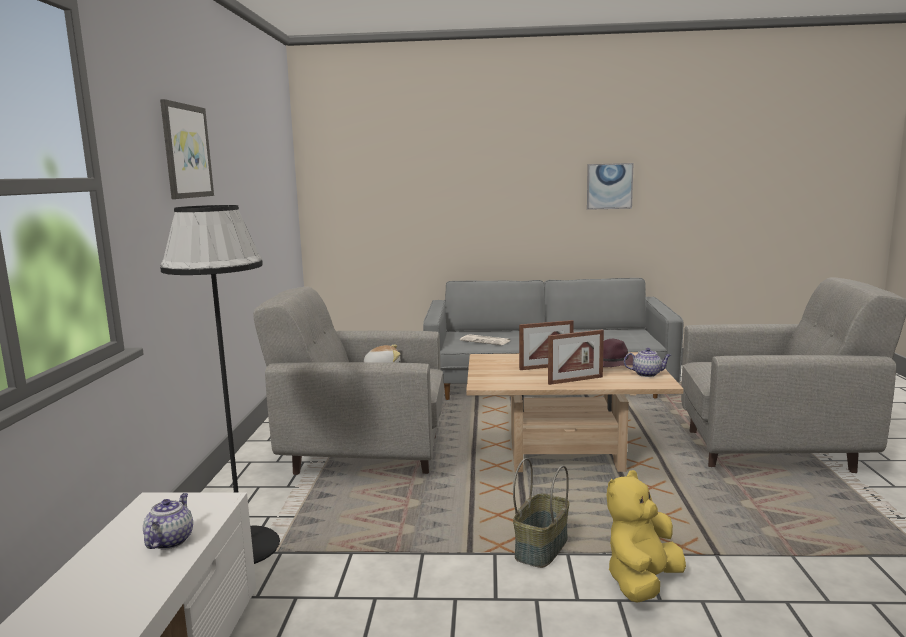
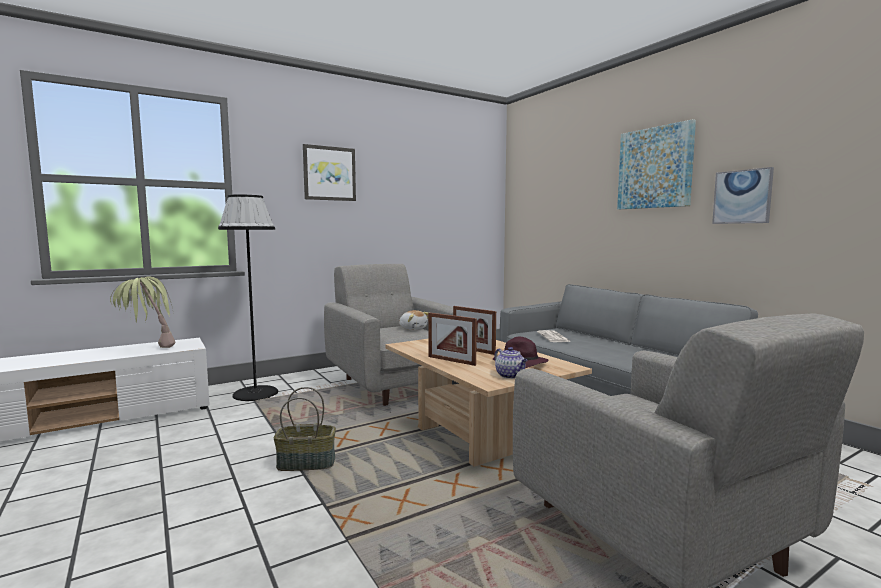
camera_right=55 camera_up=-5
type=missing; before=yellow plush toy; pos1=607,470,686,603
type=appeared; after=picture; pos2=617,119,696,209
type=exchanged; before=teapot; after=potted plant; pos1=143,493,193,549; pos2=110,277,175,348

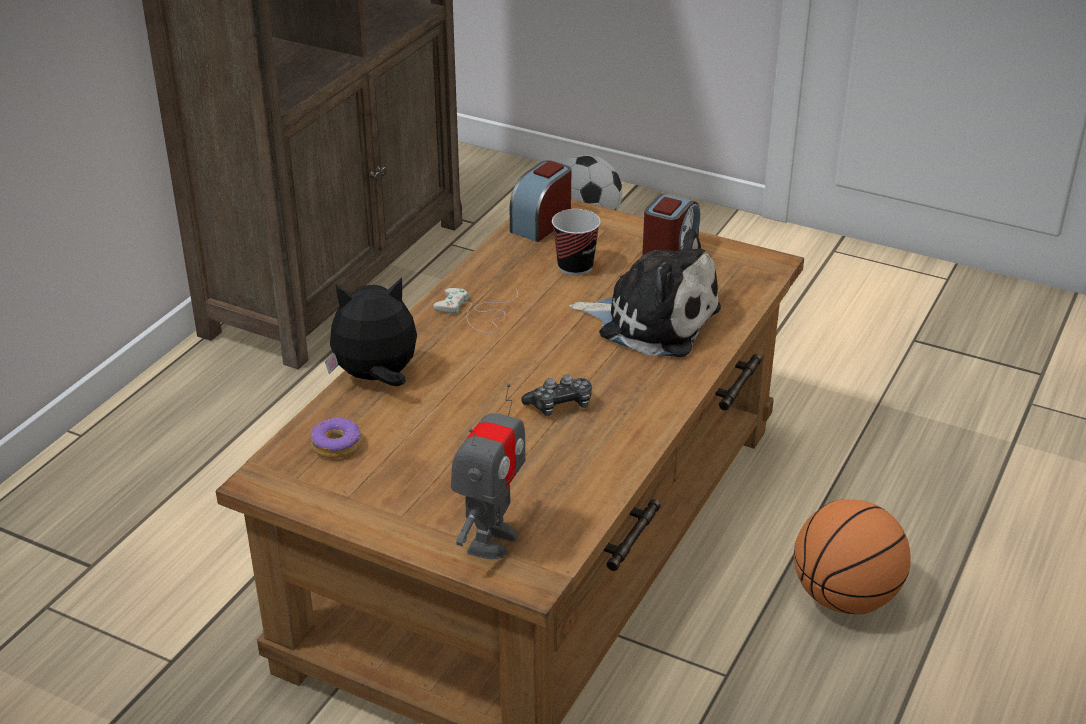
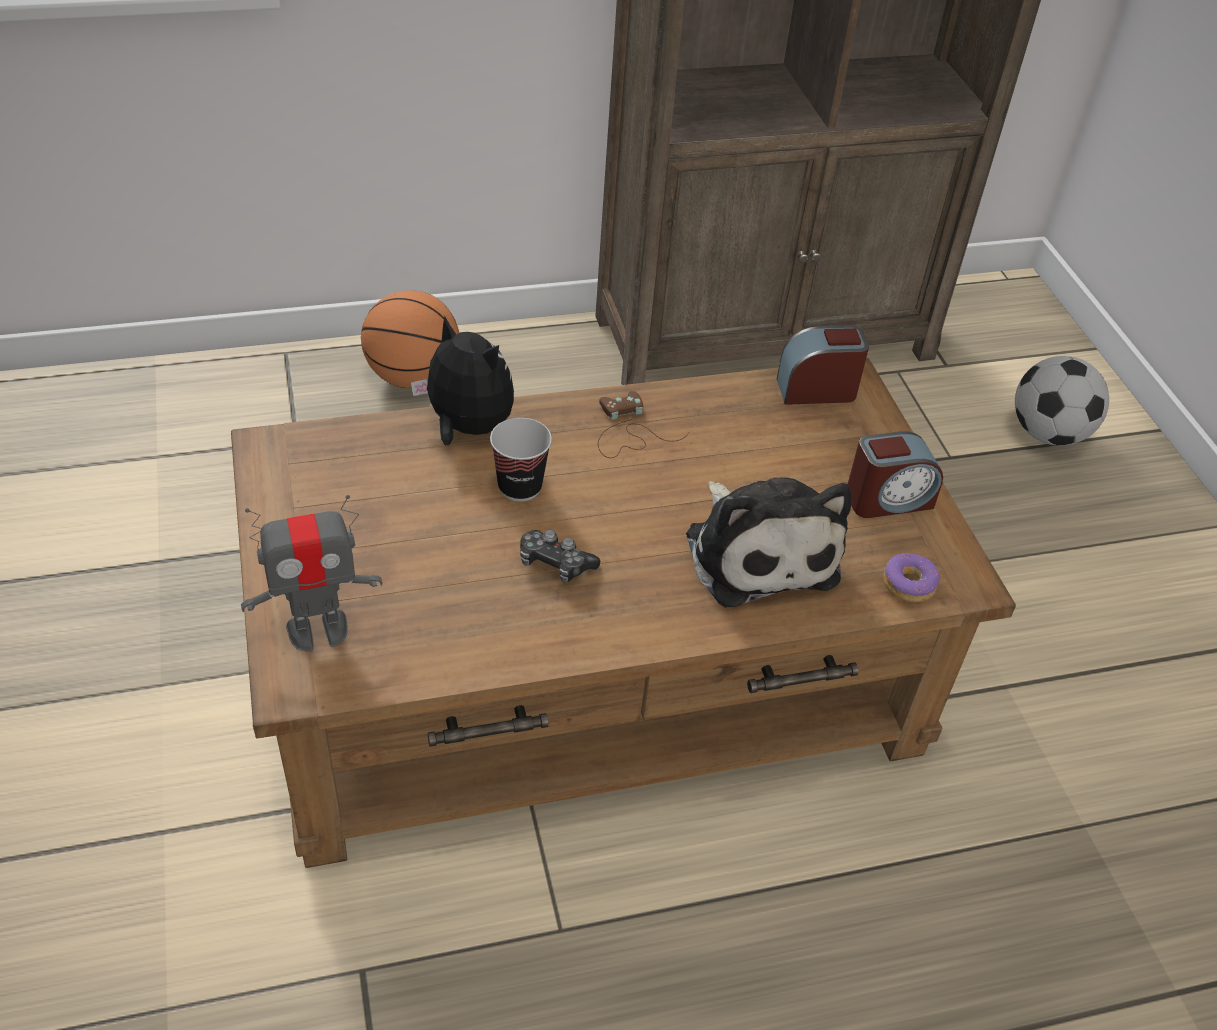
camera_right=45 camera_up=10
type=relocated; before=donut; pos1=311,418,361,458; pos2=884,553,940,602
type=relocated; before=cup; pos1=552,209,601,276; pos2=490,418,552,501
type=relocated; before=basketball; pos1=794,499,911,614; pos2=361,290,459,388
type=colour; before=white game controller; after=brown game controller; pos1=433,288,518,333; pos2=598,391,689,458

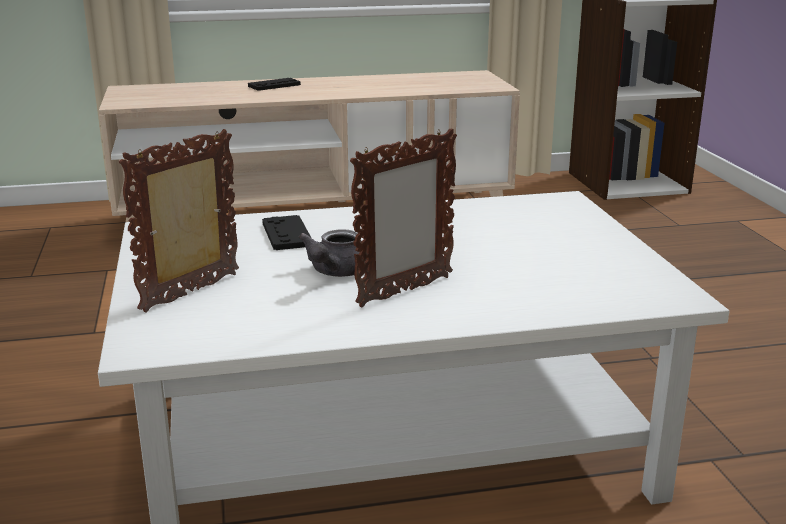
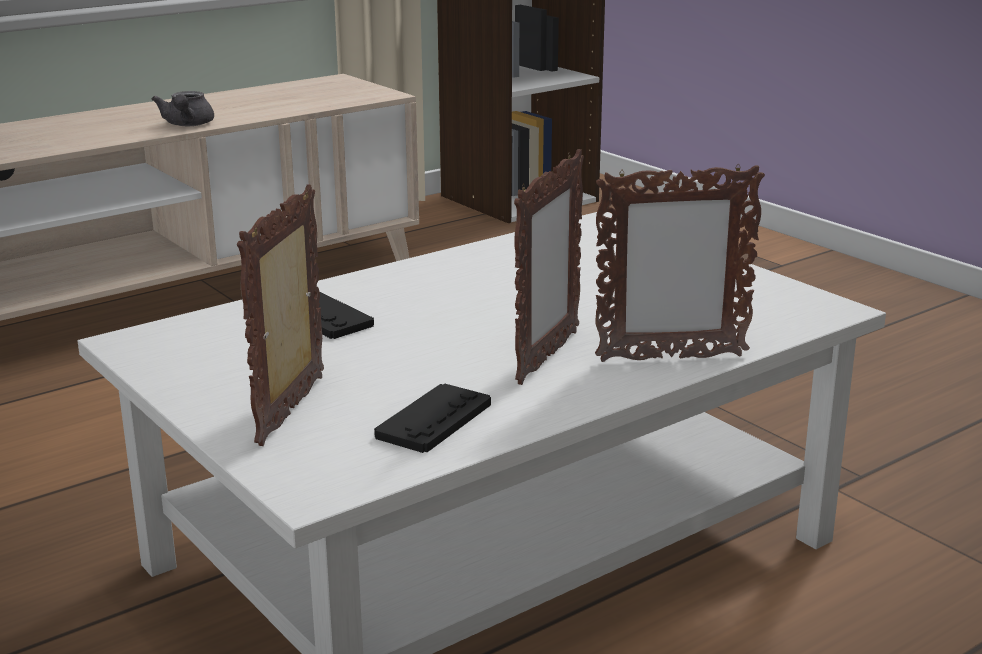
camera_right=-25 camera_up=0
type=appeared; after=picture frame; pos2=595,164,765,362
type=relocated; before=black game controller; pos1=248,78,301,91; pos2=374,383,491,453
type=relocated; before=grey teapot; pos1=299,229,367,277; pos2=152,91,214,126

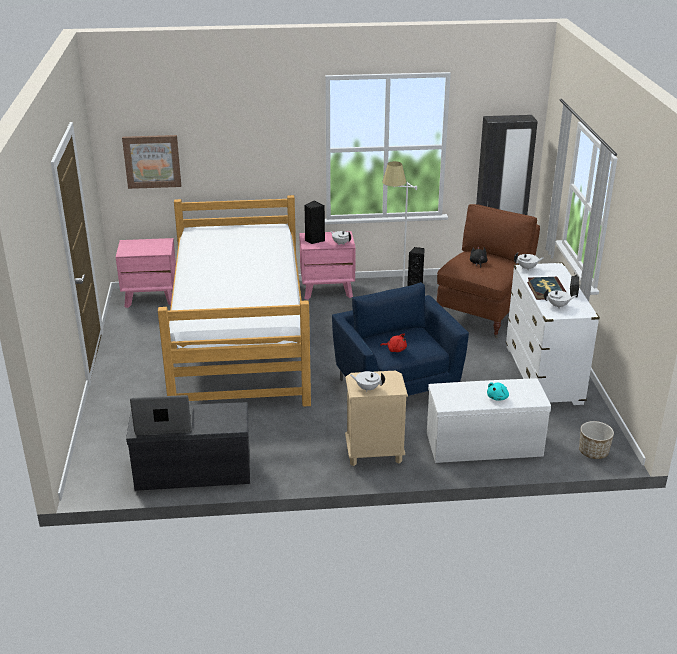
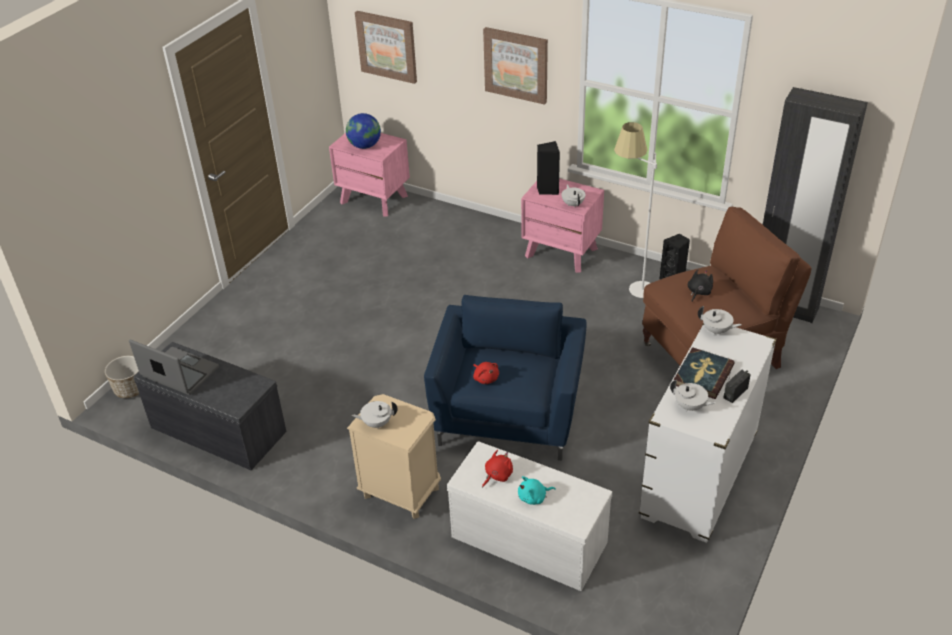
camera_right=35 camera_up=10
type=missing; before=bed; pos1=158,195,311,407
type=appeared; after=globe; pos2=346,113,381,149
type=appeared; after=red plush toy; pos2=482,450,513,487
type=appeared; after=picture; pos2=483,27,548,105
type=relocated; before=planter; pos1=579,421,614,459; pos2=105,356,139,398
type=spun; before=white teapot; pos1=350,371,385,392; pos2=351,401,398,429; turn=-60

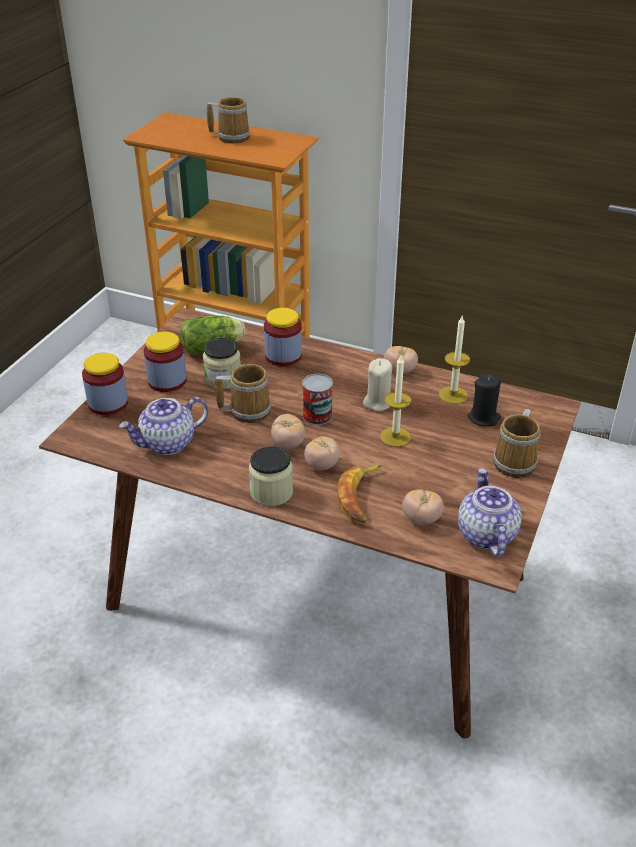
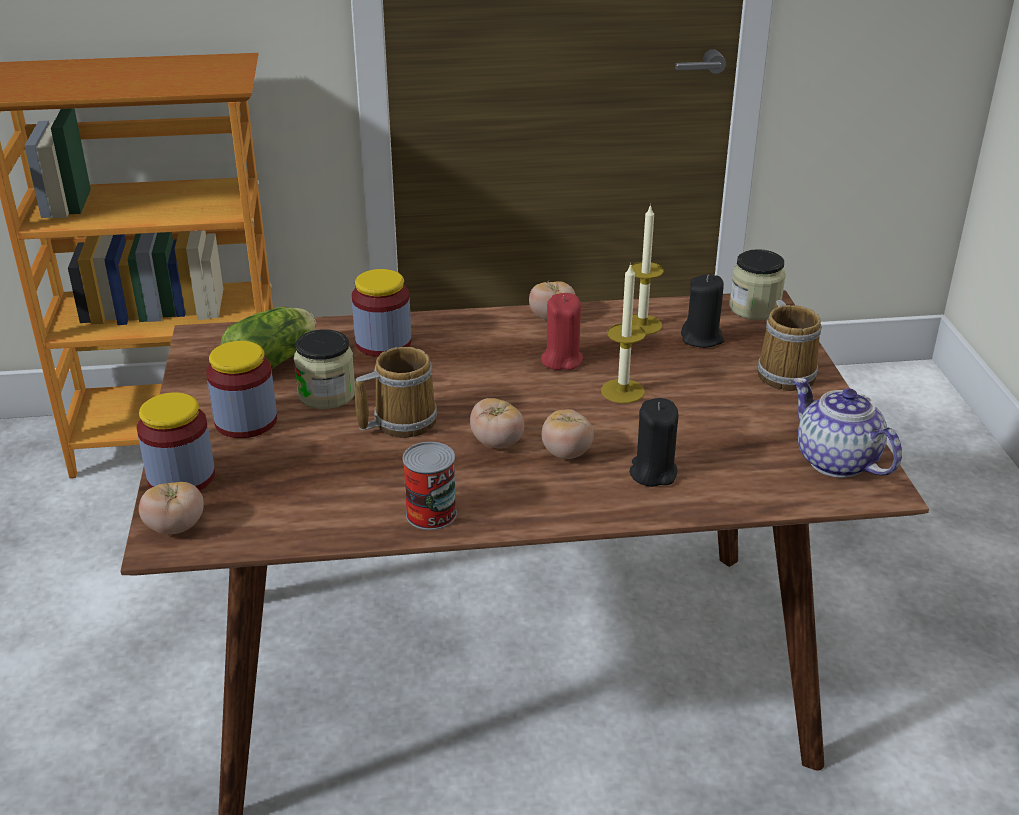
camera_right=-30 camera_up=-5
type=missing; before=teapot; pos1=119,397,208,455
type=missing; before=mug; pos1=207,97,250,144
type=relocated; before=jar; pos1=249,446,293,506; pos2=729,249,786,320
type=relocated; before=can; pos1=302,374,333,425; pos2=403,442,457,530
type=relocated; before=tomato; pos1=402,489,444,525; pos2=139,482,204,534
type=exchanged; before=banana; after=black candle; pos1=338,464,383,523; pos2=630,398,678,487
type=colour; before=beige candle; after=red candle; pos1=363,358,392,411; pos2=541,293,583,370

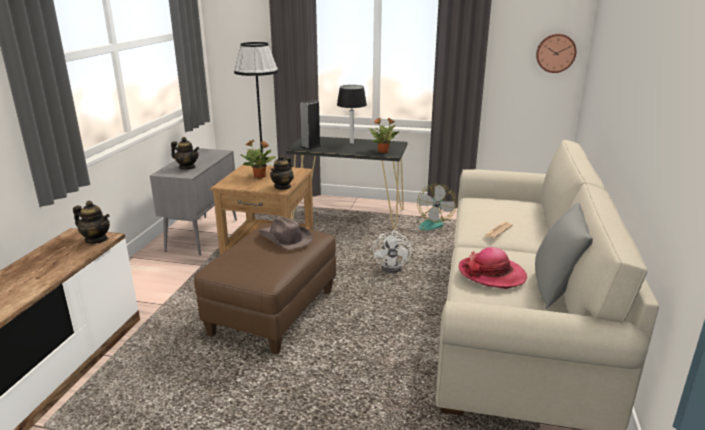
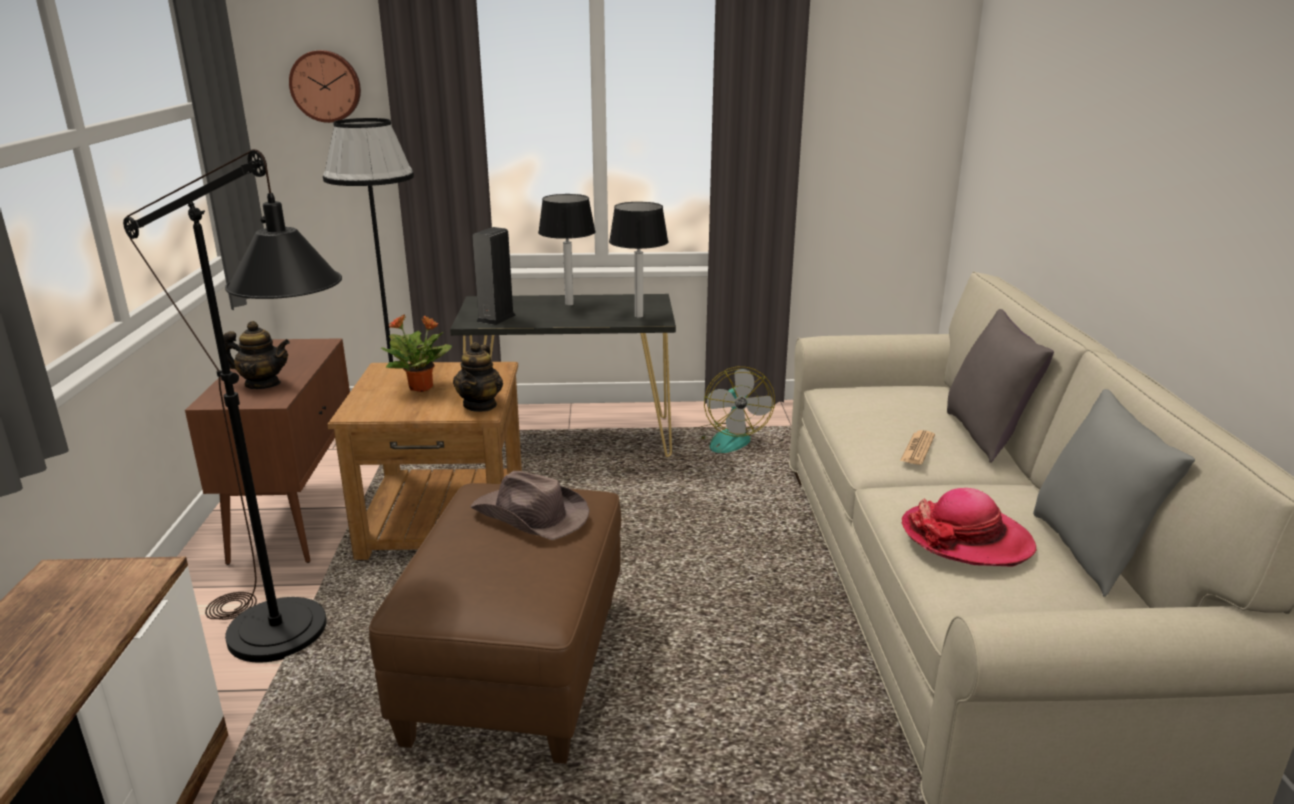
camera_right=-15 camera_up=0
type=missing; before=teapot; pos1=73,201,110,244
type=missing; before=white fan; pos1=373,230,412,273
type=appeared; after=black floor lamp; pos2=123,149,342,662
type=appeared; after=grey pillow; pos2=947,309,1054,463
type=relocated; before=wall clock; pos1=536,34,576,73; pos2=289,50,361,123
type=exchanged; before=potted plant; after=table lamp; pos1=368,118,400,153; pos2=609,202,668,318
type=colour; before=grey cabinet; after=brown cabinet; pos1=150,148,237,256; pos2=185,338,350,565

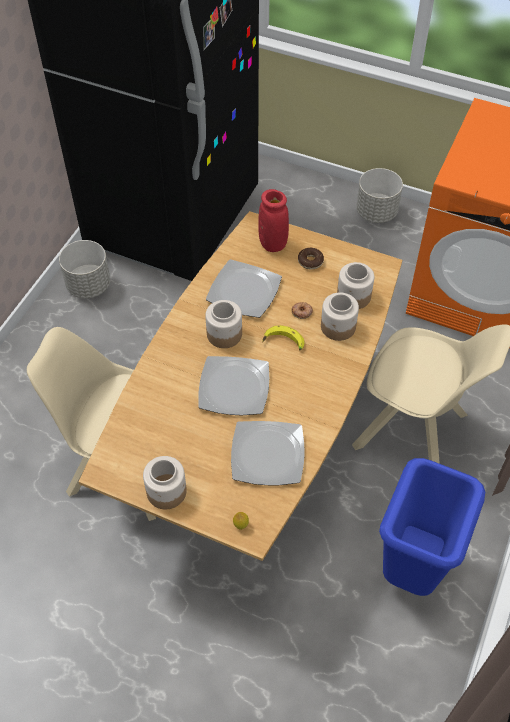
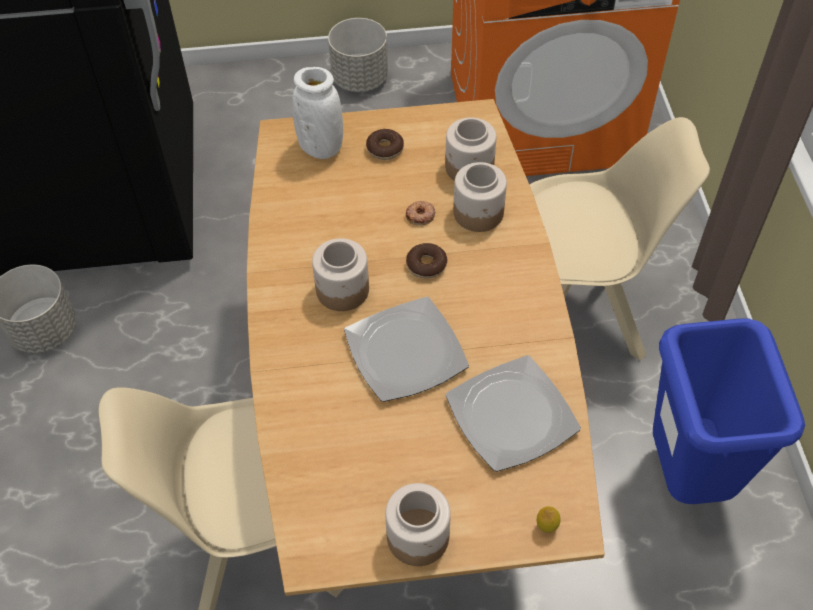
camera_right=-30 camera_up=0
type=missing; before=plate; pos1=206,259,282,318
type=exchanged; before=banana; after=donut; pos1=262,325,305,351; pos2=406,243,447,279
type=colour; before=red vase; after=white vase; pos1=258,189,289,252; pos2=292,67,343,159

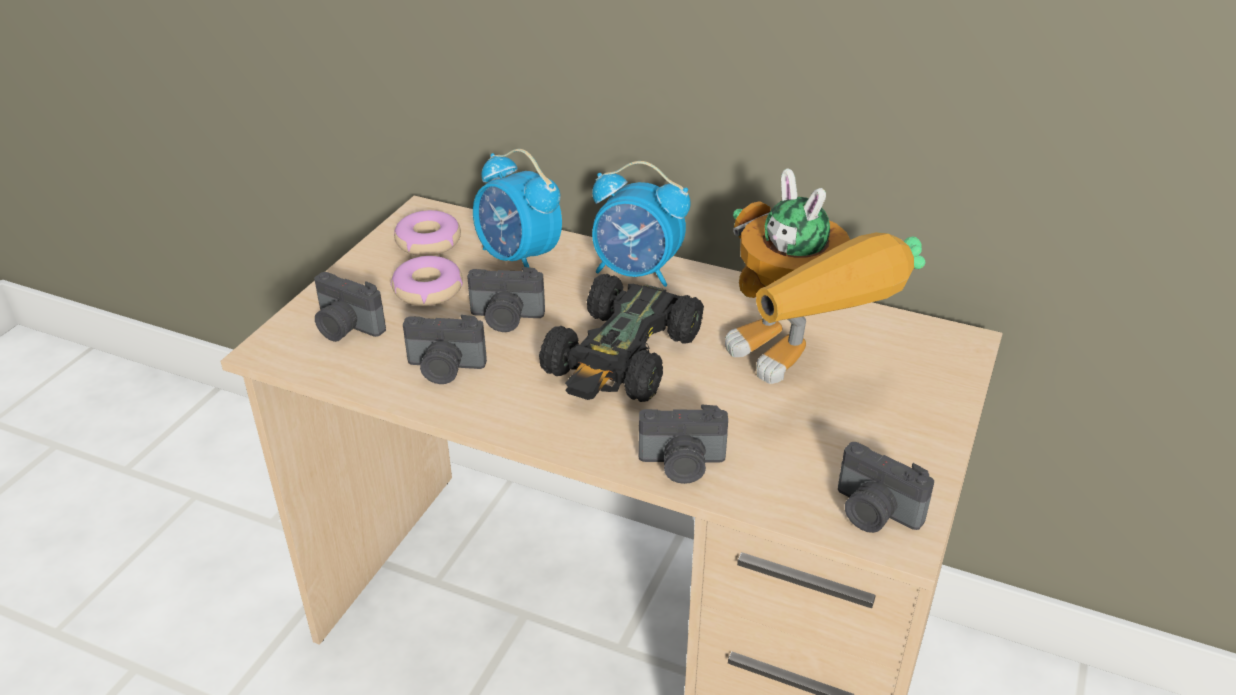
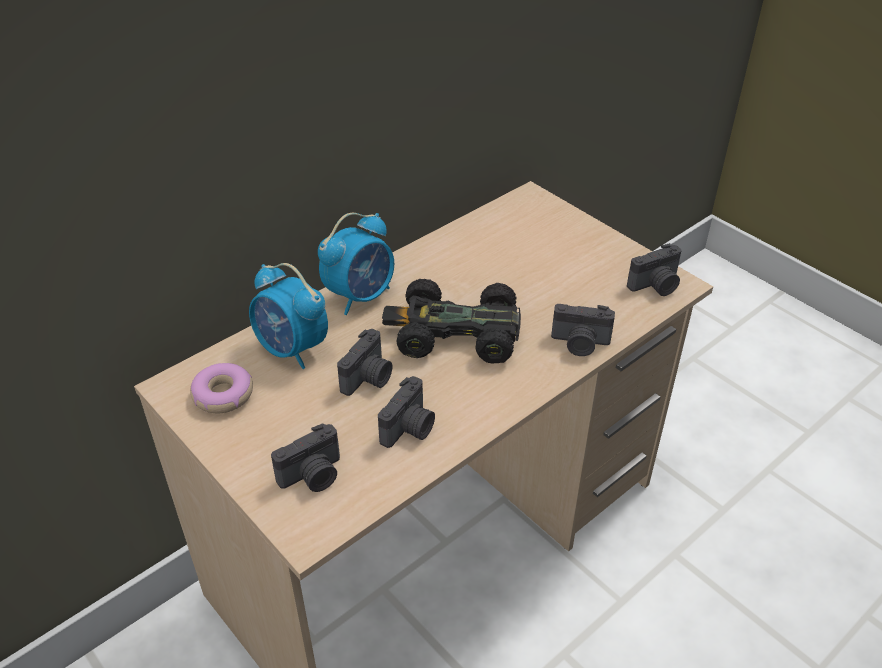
camera_right=-65 camera_up=5
type=missing; before=donut; pos1=391,256,463,306
type=missing; before=toy robot; pos1=725,169,926,384
type=spun; before=alarm clock; pos1=473,149,562,268; pos2=249,263,328,369; turn=60
type=spun; before=black toy car; pos1=539,274,704,402; pos2=382,279,521,364; turn=135
type=spun; before=photo camera; pos1=639,405,728,484; pos2=551,304,615,356; turn=75

